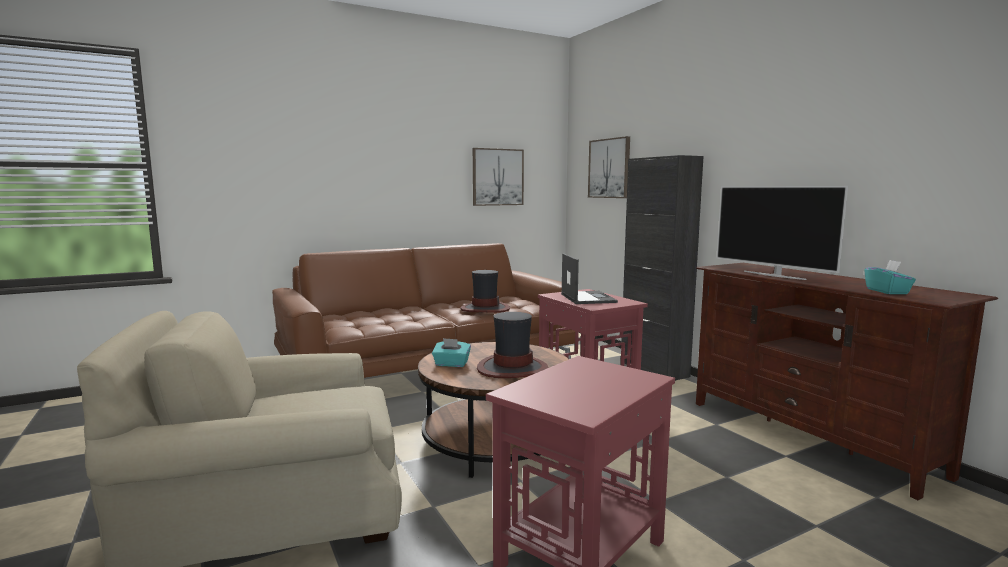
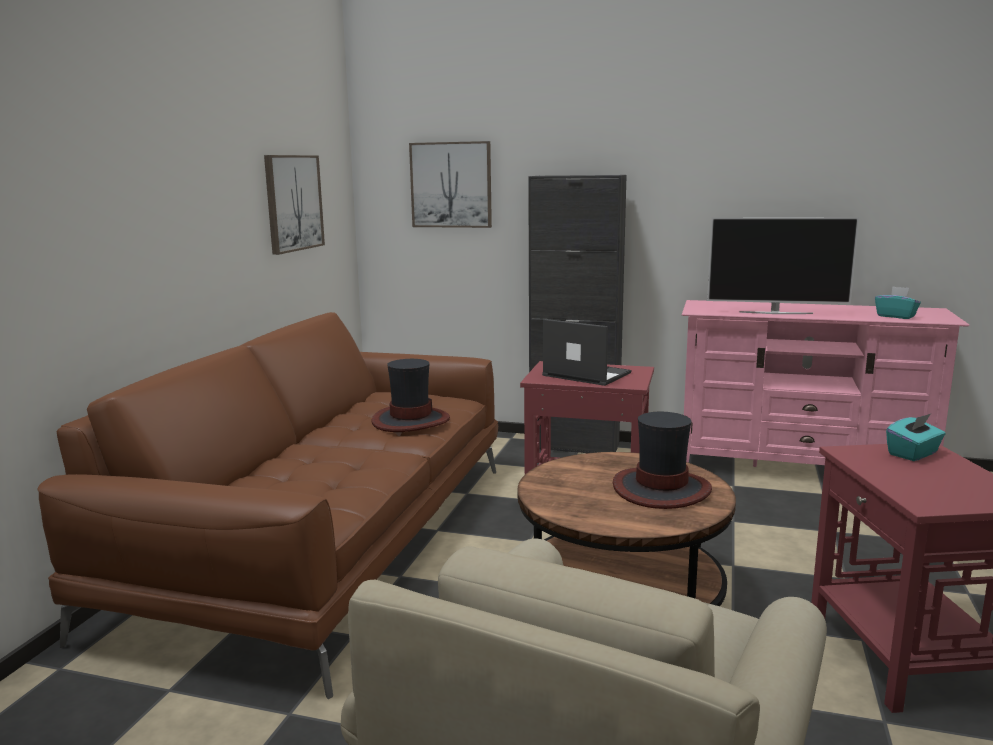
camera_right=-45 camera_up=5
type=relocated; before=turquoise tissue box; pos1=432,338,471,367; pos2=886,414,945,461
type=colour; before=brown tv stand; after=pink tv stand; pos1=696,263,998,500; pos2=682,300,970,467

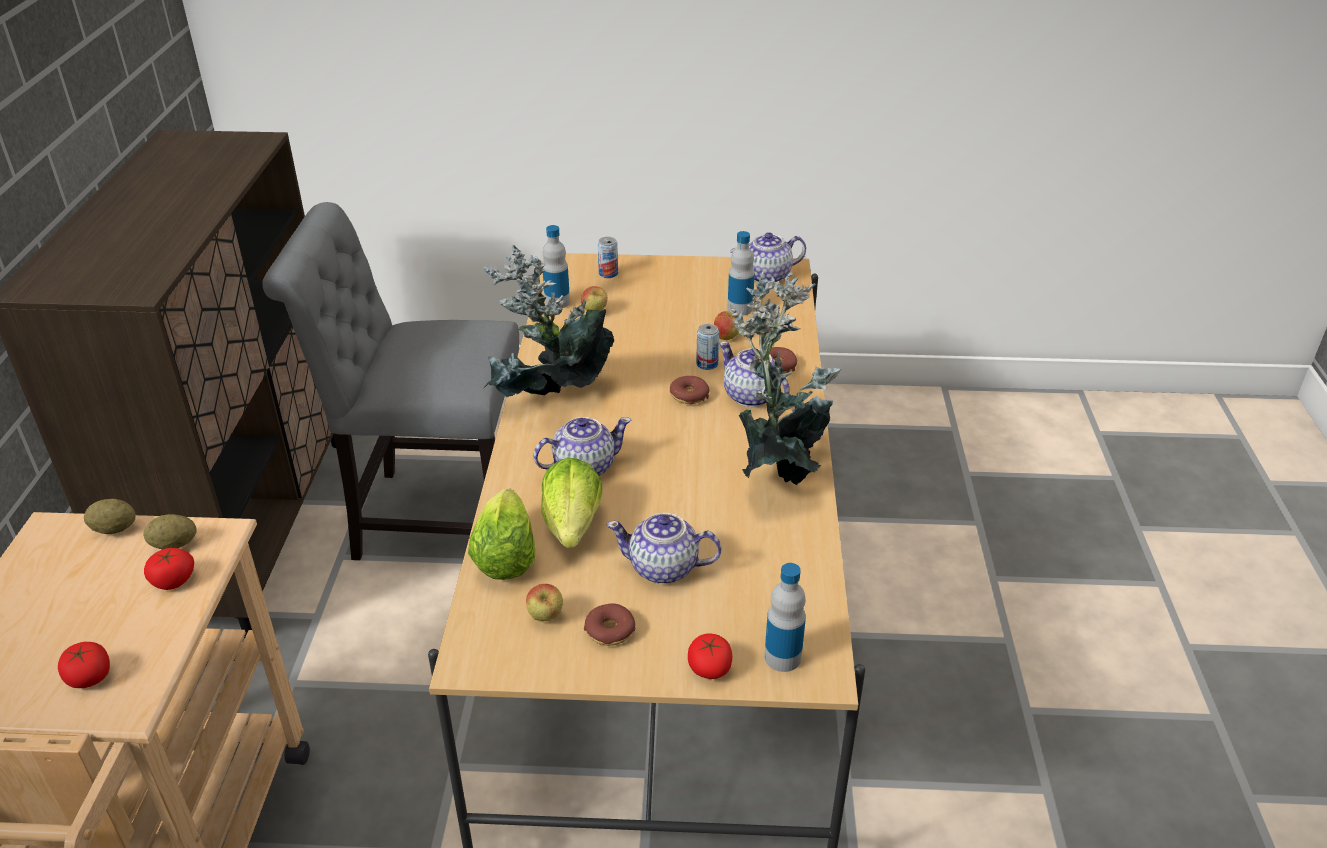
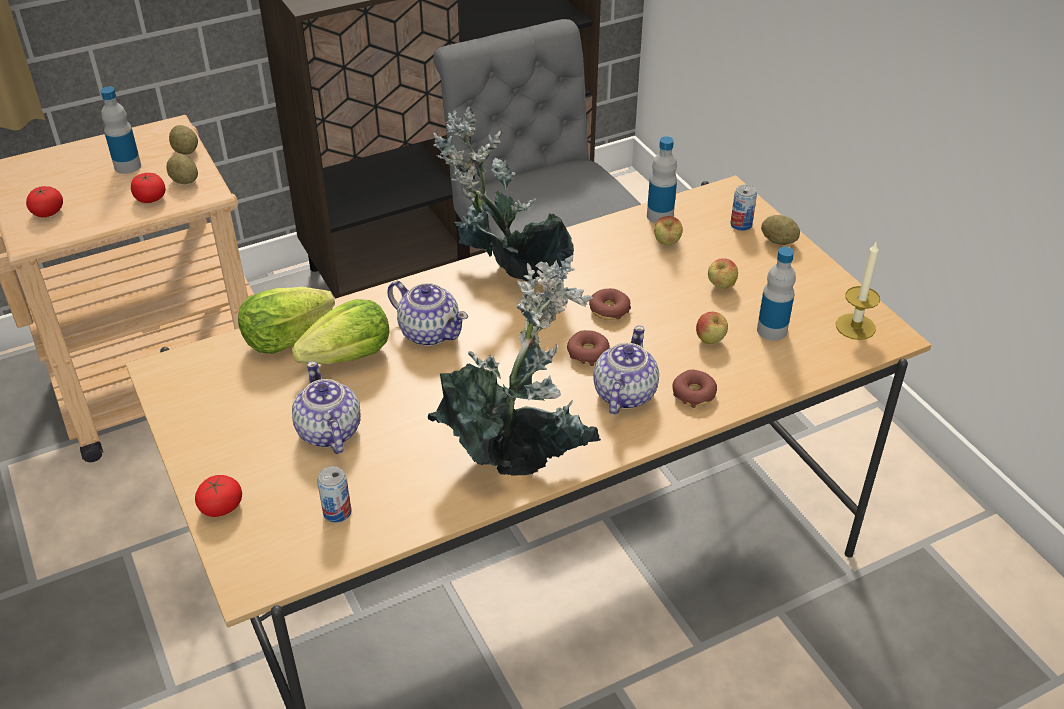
camera_right=60 camera_up=5
type=appeared; after=potato; pos2=761,215,800,245
type=relocated; before=apple; pos1=526,584,563,621; pos2=708,258,738,289
type=relocated; before=donut; pos1=584,603,635,646; pos2=589,288,631,320
type=relocated; before=can; pos1=696,324,719,370; pos2=317,466,352,522
type=relocated; before=bottle; pos1=764,563,806,672; pos2=100,87,141,174
type=exchanged; before=teapot; after=candle; pos1=730,232,806,283; pos2=836,241,880,340

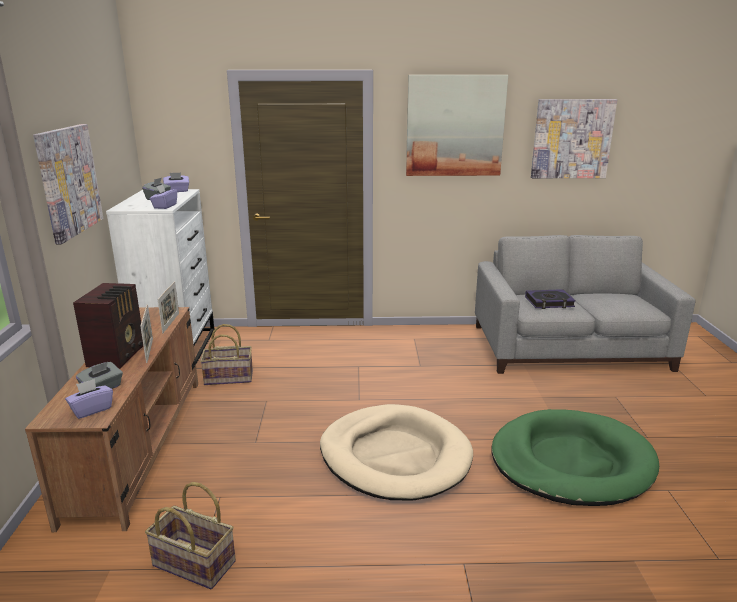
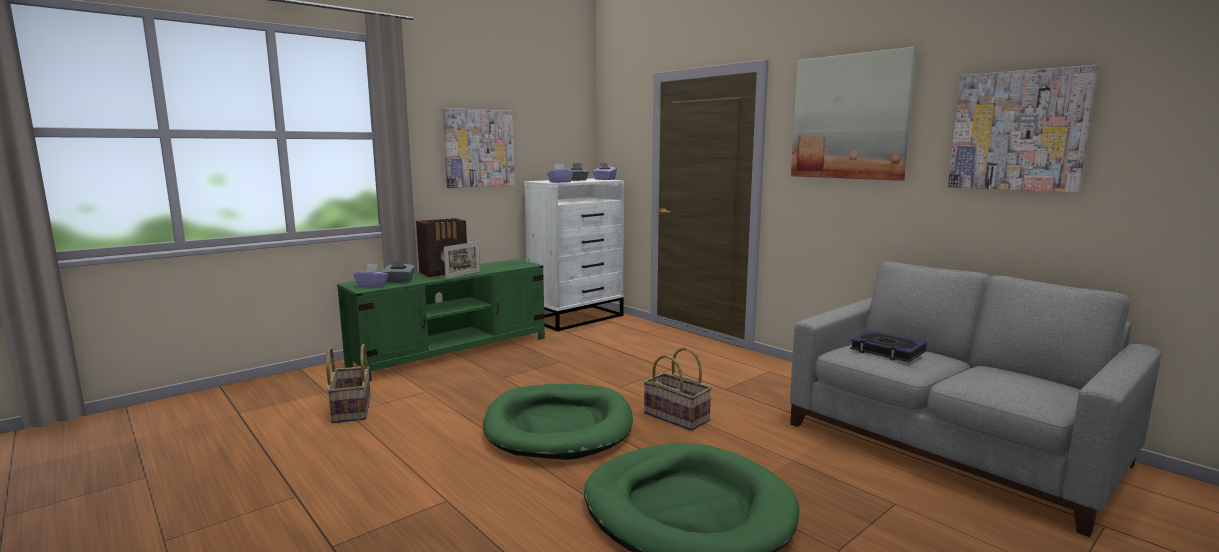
camera_right=50 camera_up=-10
type=missing; before=picture frame; pos1=158,281,179,333
type=relocated; before=basket; pos1=200,324,253,385; pos2=643,347,712,431
type=colour; before=brown tv stand; after=green tv stand; pos1=25,307,198,532; pos2=337,259,545,381
type=colour; before=beige dog bed; after=green dog bed; pos1=320,404,473,500; pos2=483,384,633,460

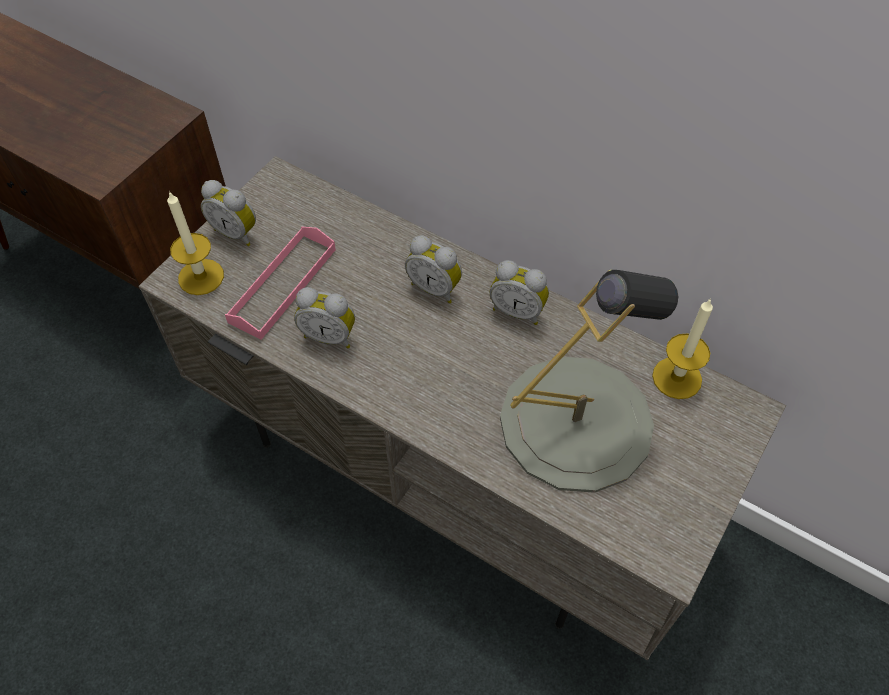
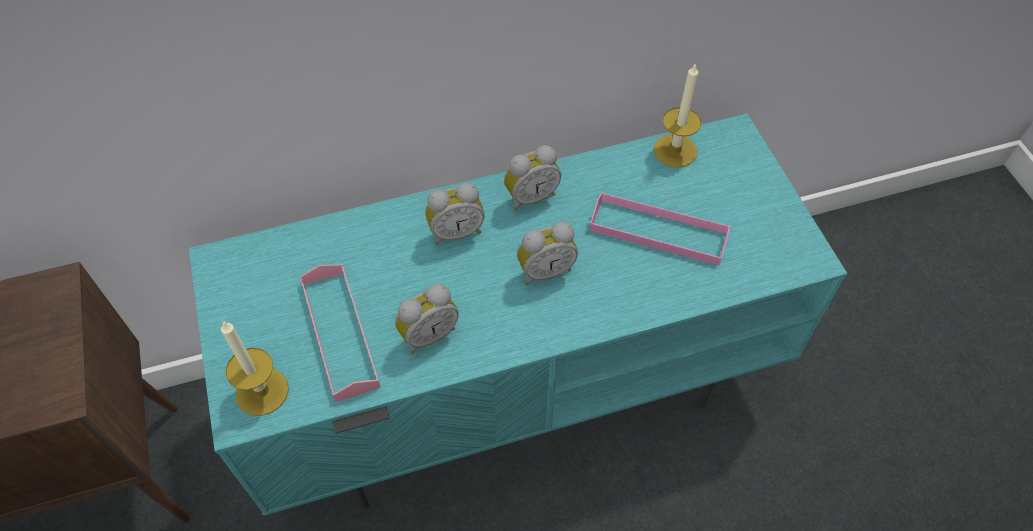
camera_right=-50 camera_up=0
type=relocated; before=alarm clock; pos1=201,180,256,246; pos2=517,222,578,285
type=exchanged; before=grey table lamp; after=pink tray; pos1=500,270,678,493; pos2=590,192,730,265
type=colour; before=grey tv stand; after=turquoise tv stand; pos1=139,156,786,660; pos2=189,113,847,516

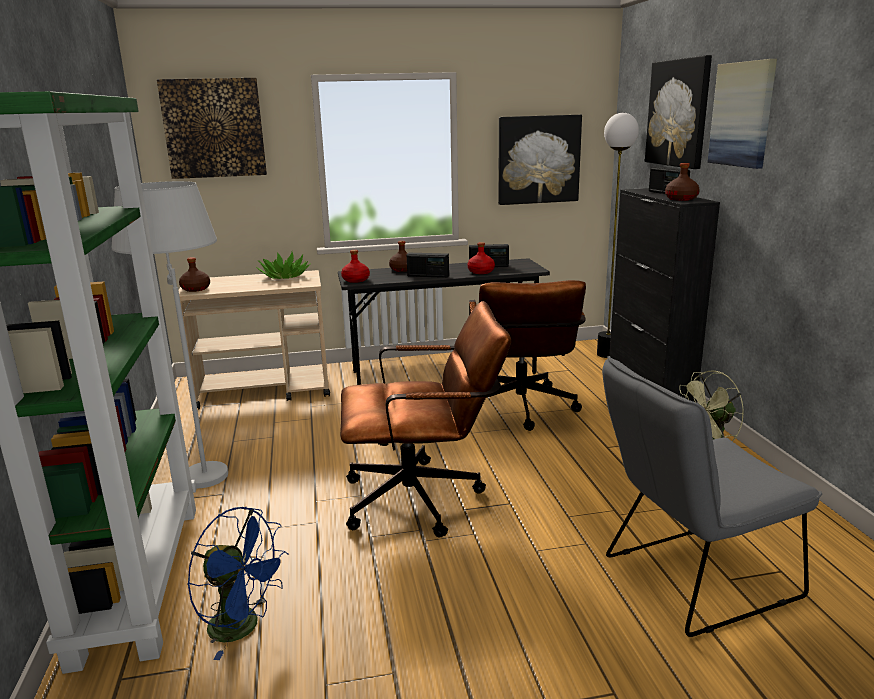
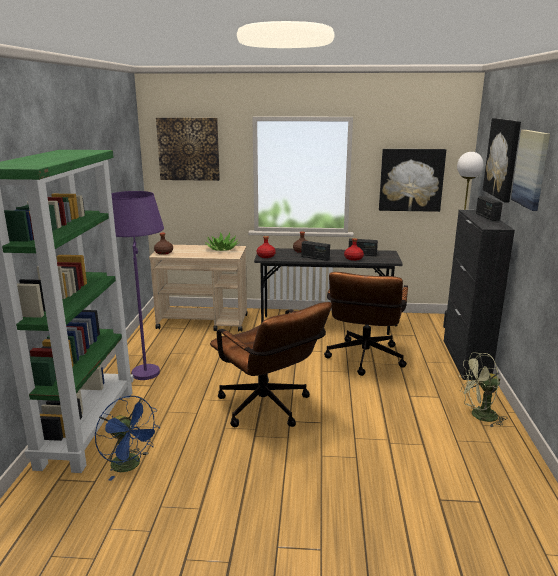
camera_right=15 camera_up=0
type=missing; before=grey chair; pos1=602,356,822,637
type=missing; before=brown bottle; pos1=665,163,700,201
type=colour; before=white floor lamp; after=purple floor lamp; pos1=112,181,228,488; pos2=111,191,164,380
type=spun; before=brown office chair; pos1=340,301,511,537; pos2=210,302,332,427; turn=45

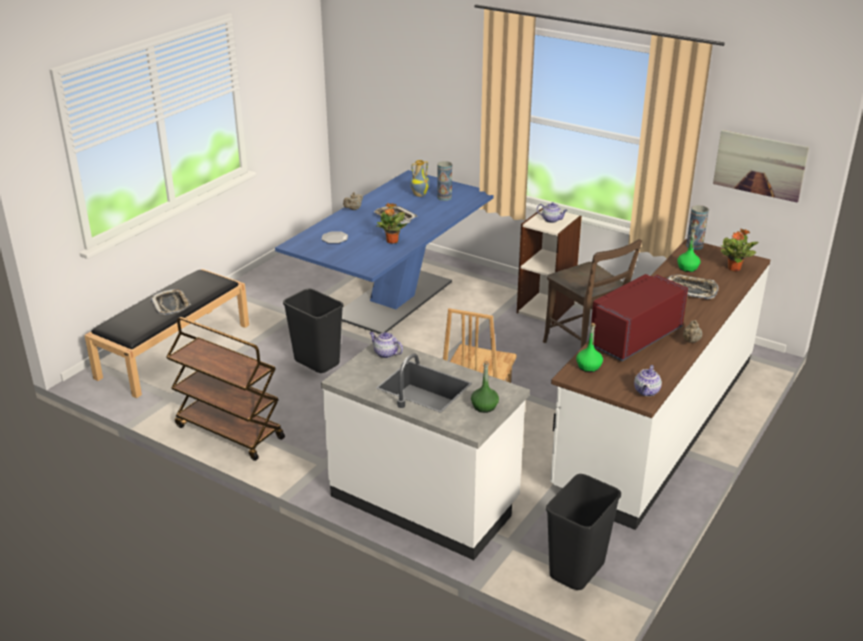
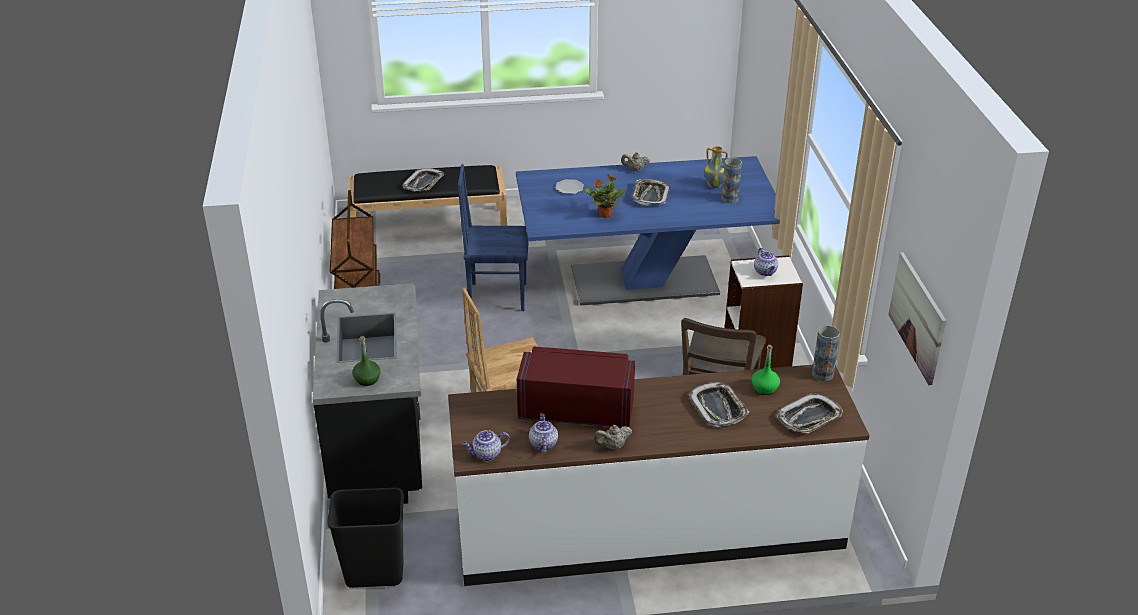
camera_right=50 camera_up=5
type=missing; before=green bottle; pos1=576,323,603,372
type=relocated; before=teapot; pos1=369,332,403,358; pos2=529,413,558,453
type=exchanged; before=black trash can; after=blue chair; pos1=283,288,344,373; pos2=458,164,529,311
type=exchanged; before=potted plant; after=tray; pos1=720,229,759,271; pos2=777,393,843,433
type=colour; before=white counter; after=black counter; pos1=321,343,530,560; pos2=312,283,422,504

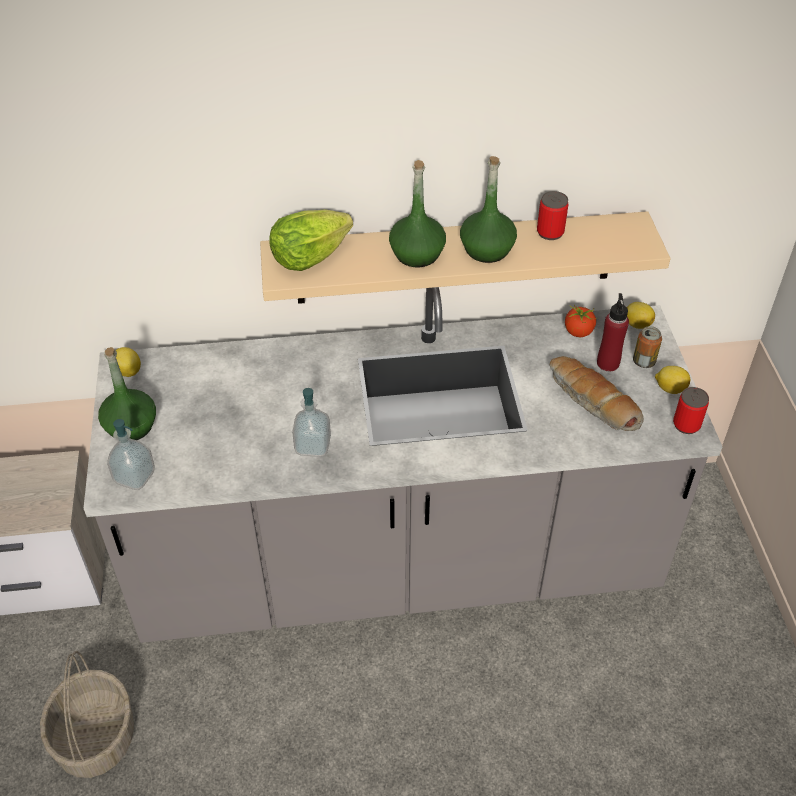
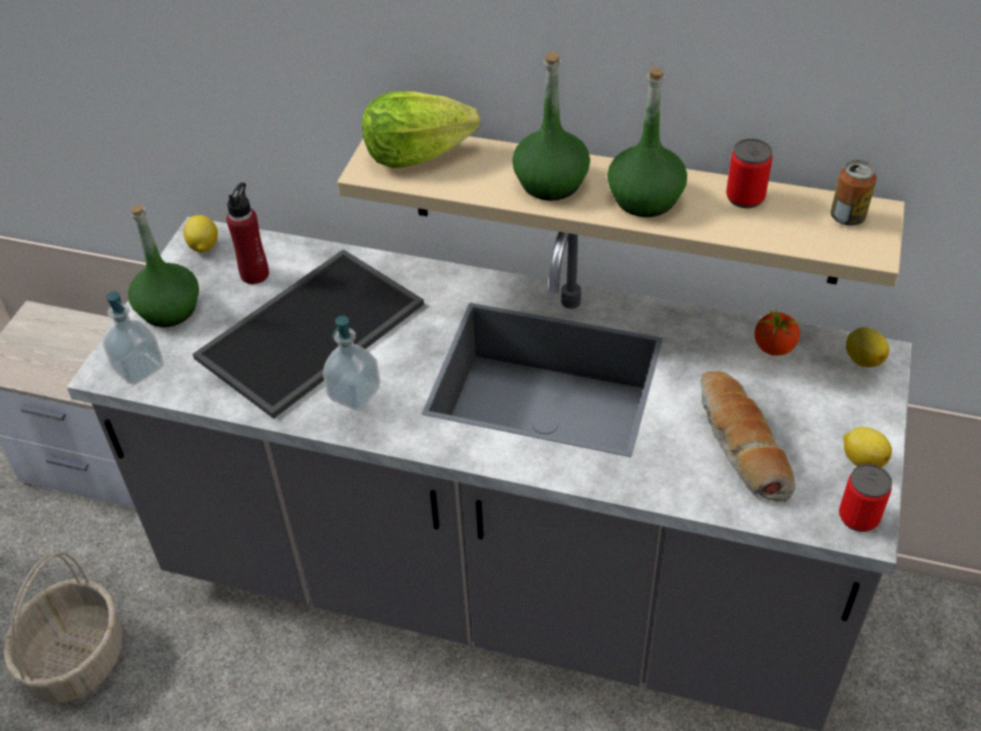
camera_right=25 camera_up=0
type=appeared; after=tray; pos2=193,249,424,419
type=relocated; before=red bottle; pos1=597,293,629,371; pos2=226,182,269,284
type=relocated; before=can; pos1=633,326,662,368; pos2=831,160,877,226

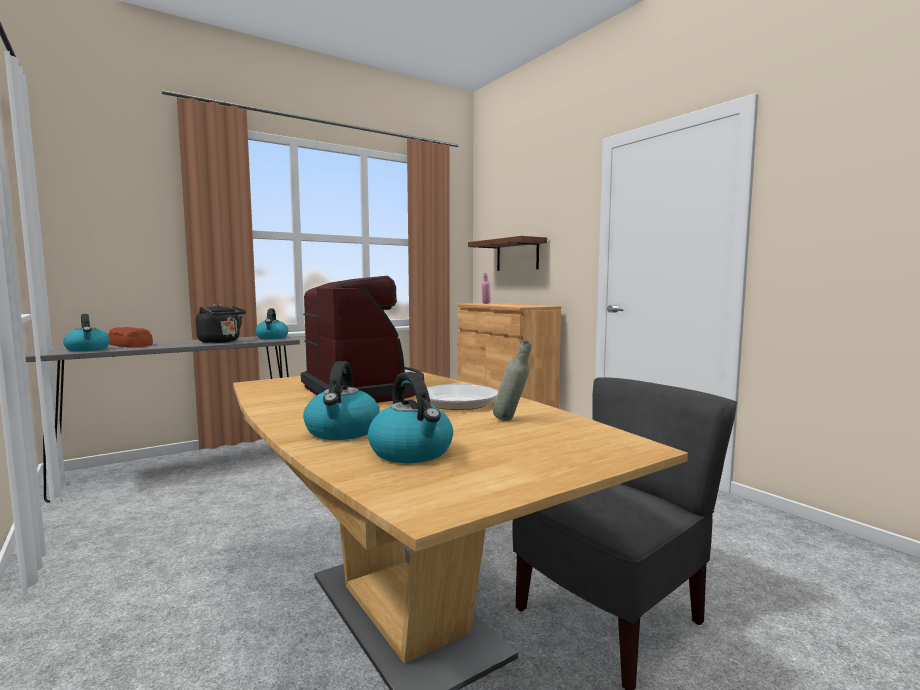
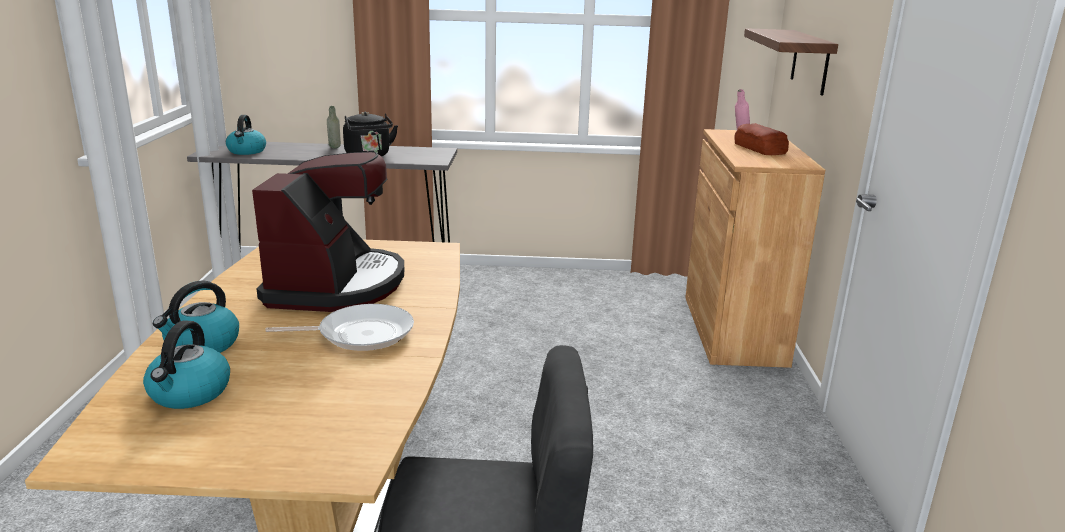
camera_right=35 camera_up=15
type=missing; before=kettle; pos1=255,308,288,339
type=relocated; before=bread; pos1=108,327,153,348; pos2=734,123,789,155
type=relocated; before=grey bottle; pos1=493,340,531,421; pos2=327,106,341,149

